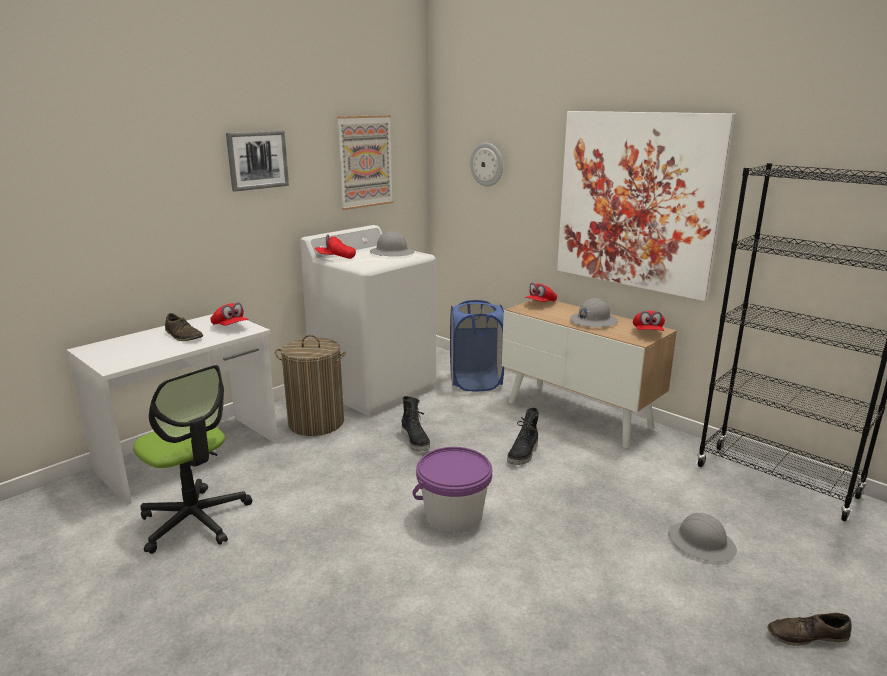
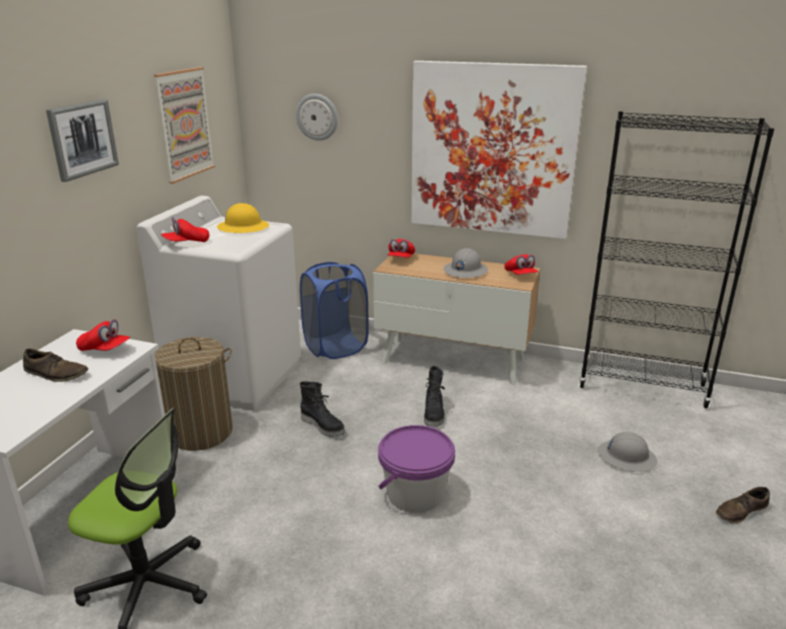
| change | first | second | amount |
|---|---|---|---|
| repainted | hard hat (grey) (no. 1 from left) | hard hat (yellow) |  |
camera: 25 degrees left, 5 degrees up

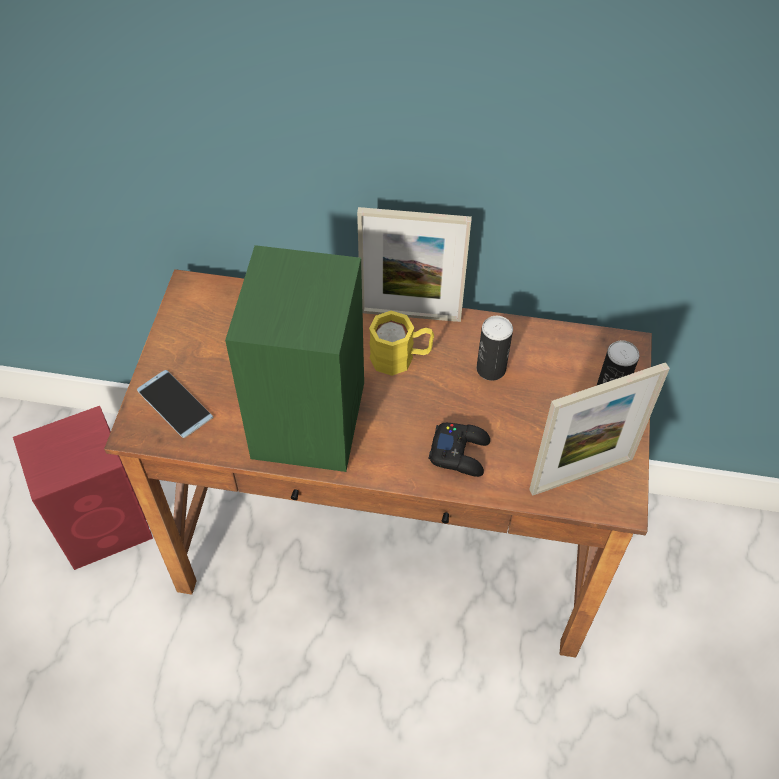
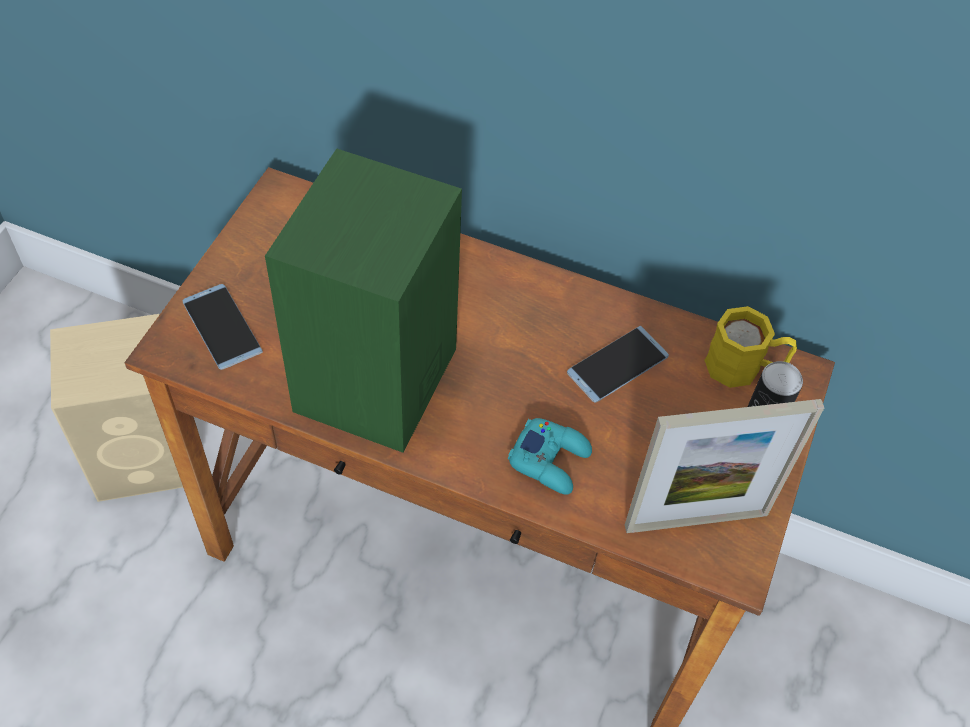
| change | first | second | amount |
|---|---|---|---|
| gone | picture frame (no. 1 from left) |  |  |
| shifted | tea mug (yellow) |  |  |
| swapped | sealed can (no. 1 from left) | telephone (no. 2 from left) |  |
| repainted | speaker (reddish) | speaker (beige-coloured) |  |
| repainted | joypad (black) | joypad (turquoise) |  |
camera: 10 degrees right, 0 degrees up

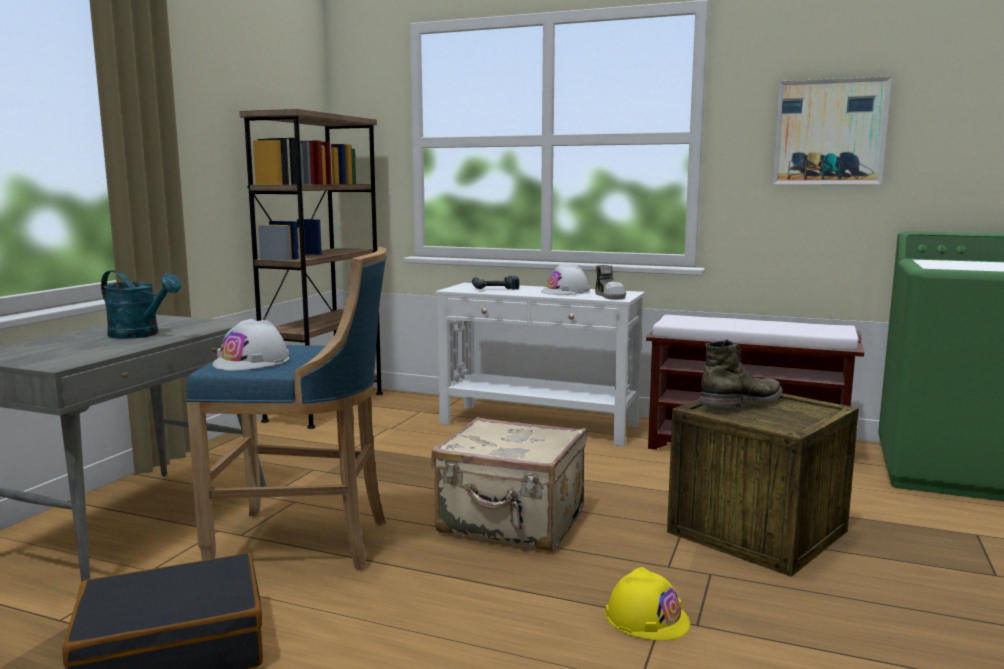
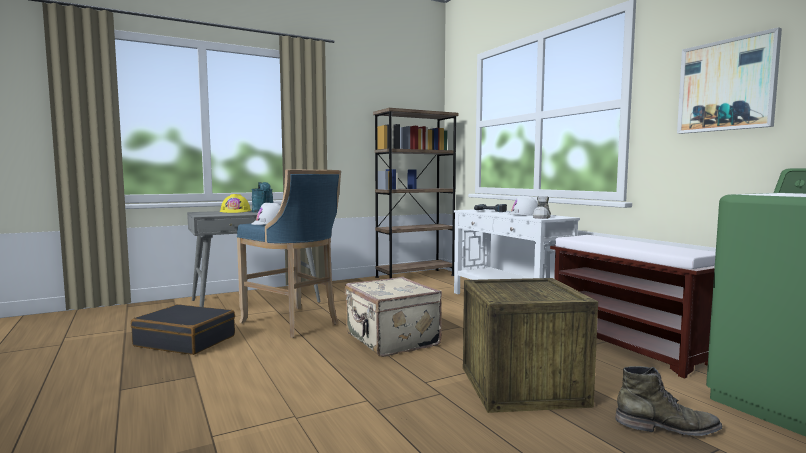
| change | first | second | amount |
|---|---|---|---|
| shifted | hard hat (yellow) |  |  |
| shifted | tall boot (greenish) |  |  |
camera: 40 degrees right, 5 degrees down

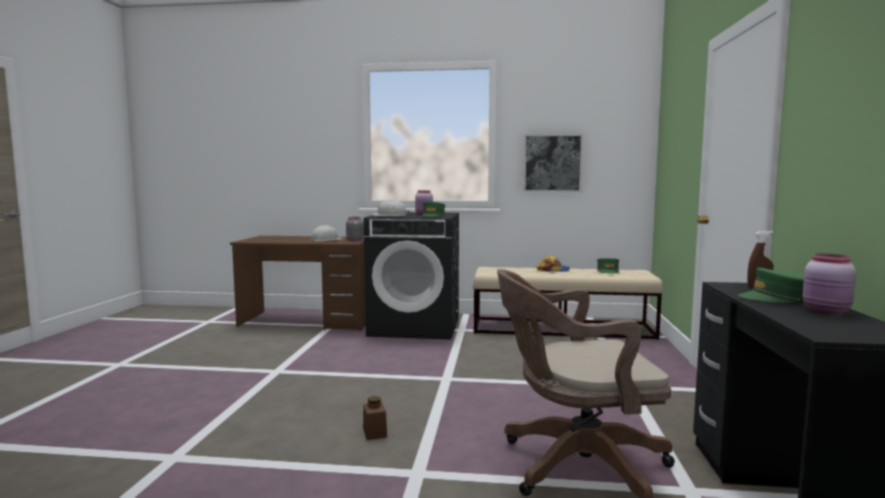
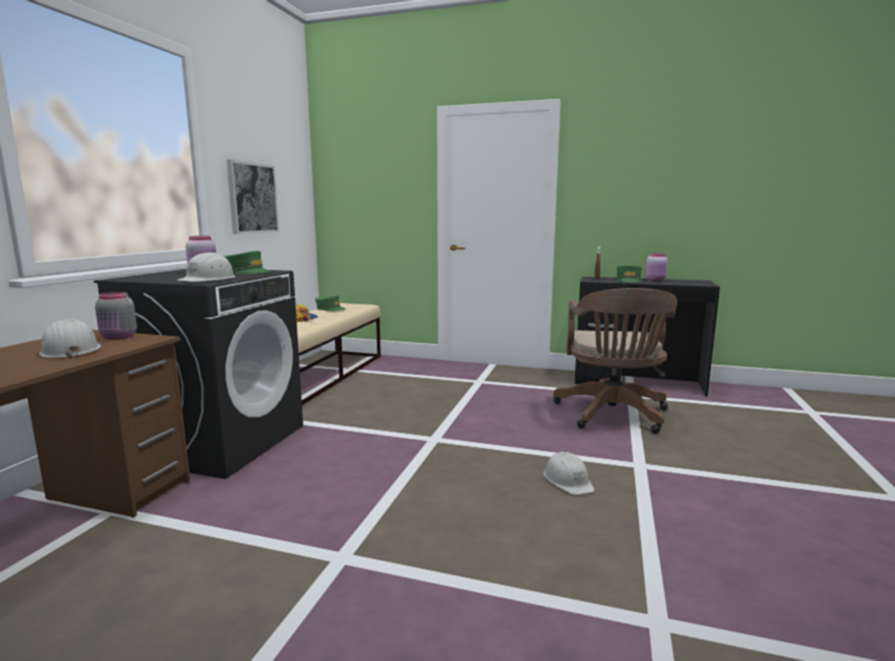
| change | first | second | amount |
|---|---|---|---|
| swapped | jar (brown) | hard hat (white-coloured) (no. 3 from left) |  |
camera: 80 degrees left, 5 degrees up

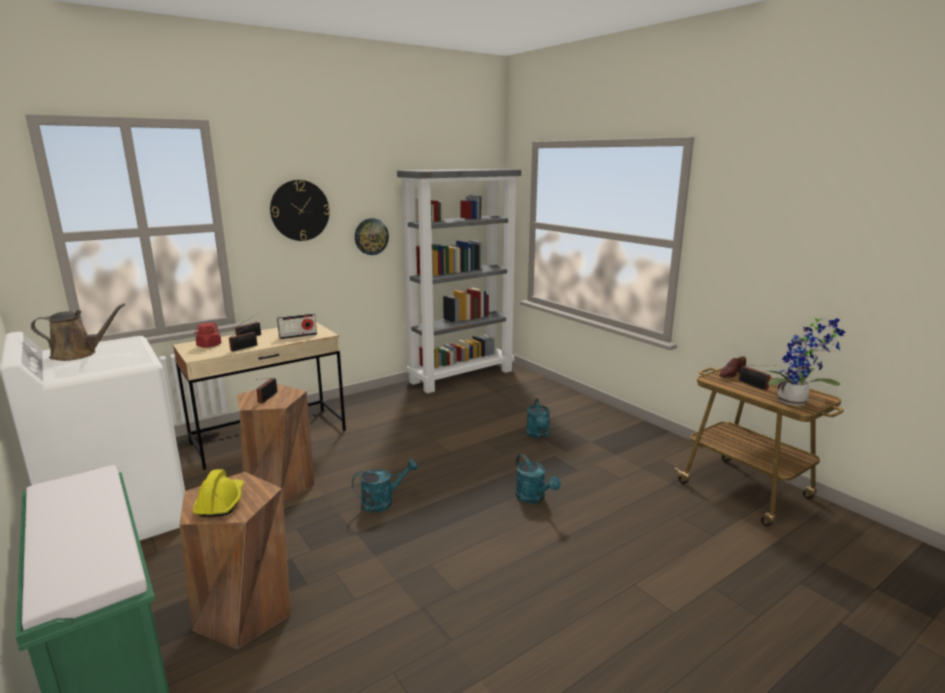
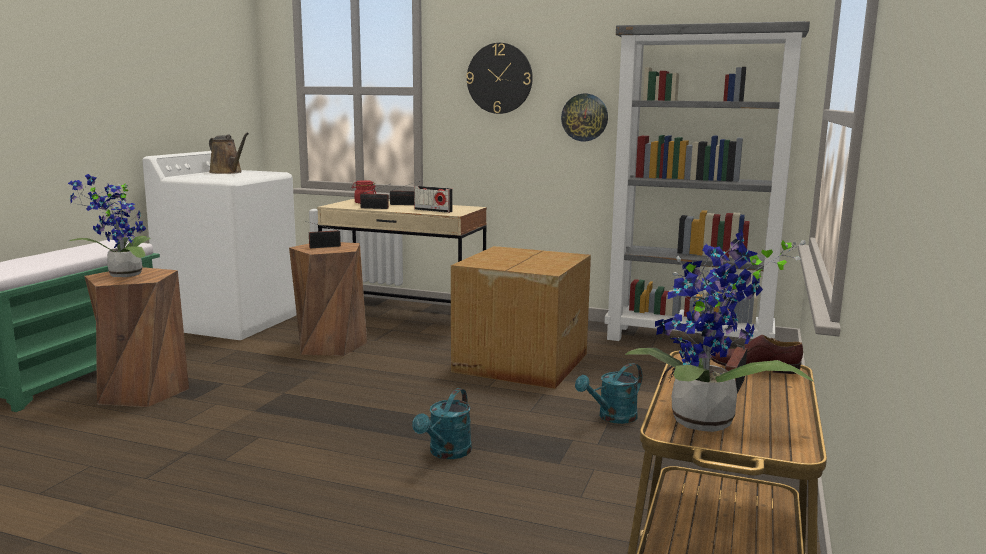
| change | first | second | amount |
|---|---|---|---|
| gone | watering pot (turquoise) (no. 1 from left) |  |  |
| new |  | carton |  |
| swapped | hard hat (yellow) | plant in a pot (no. 1 from left) |  |
camera: 55 degrees right, 5 degrees down

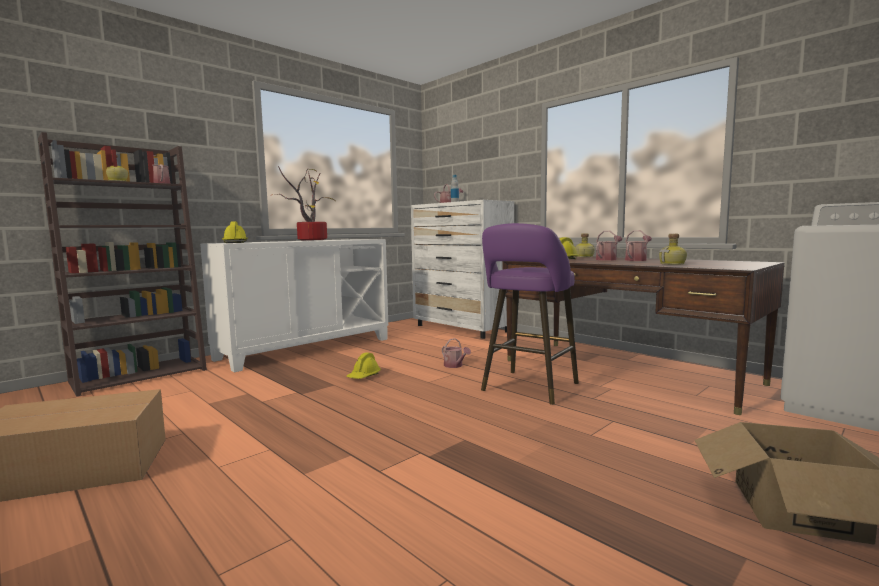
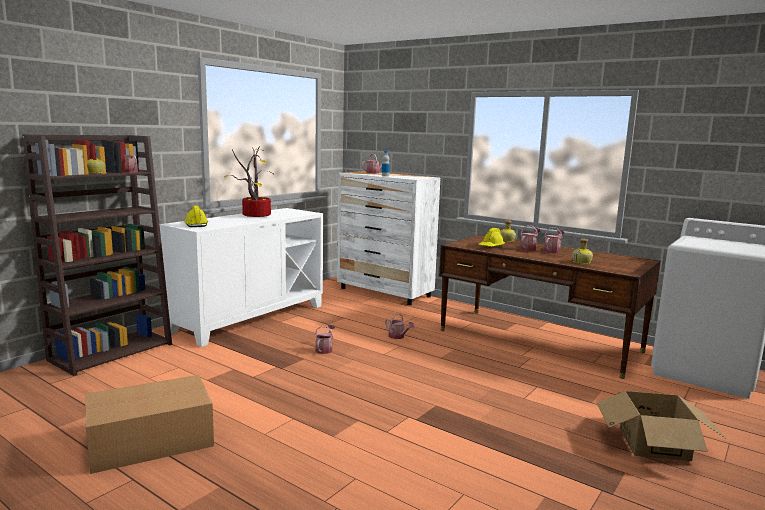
| change | first | second | amount |
|---|---|---|---|
| gone | stool (purple) |  |  |
| swapped | hard hat (yellow) (no. 2 from left) | watering pot (no. 2 from left) |  |
camera: 10 degrees left, 5 degrees up

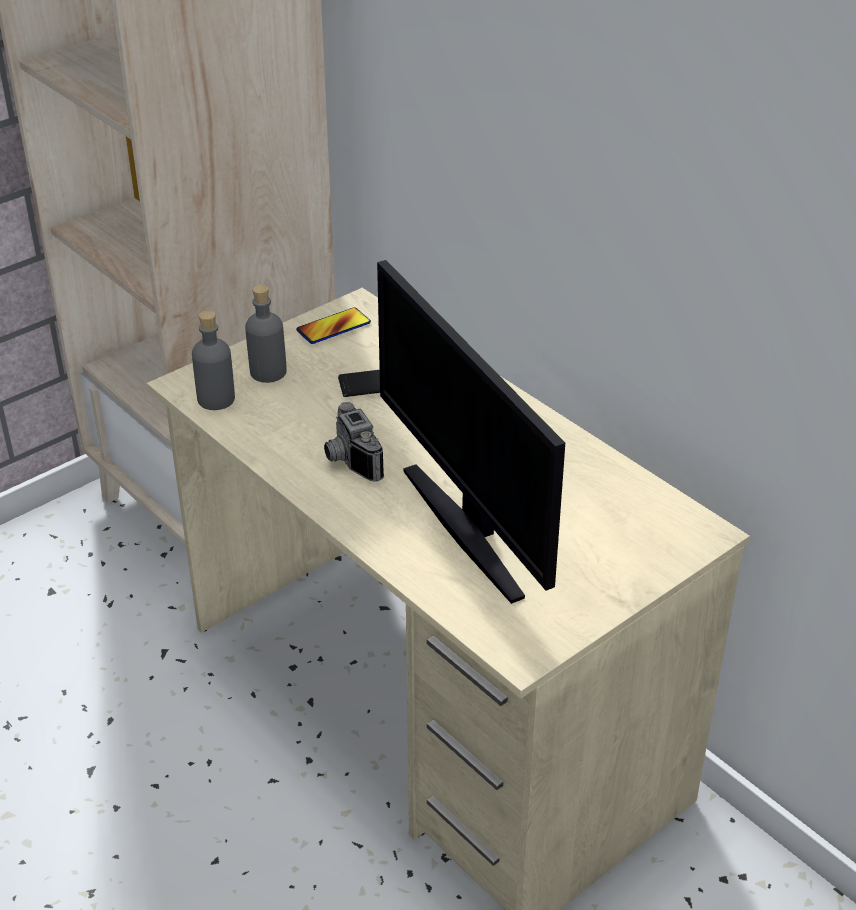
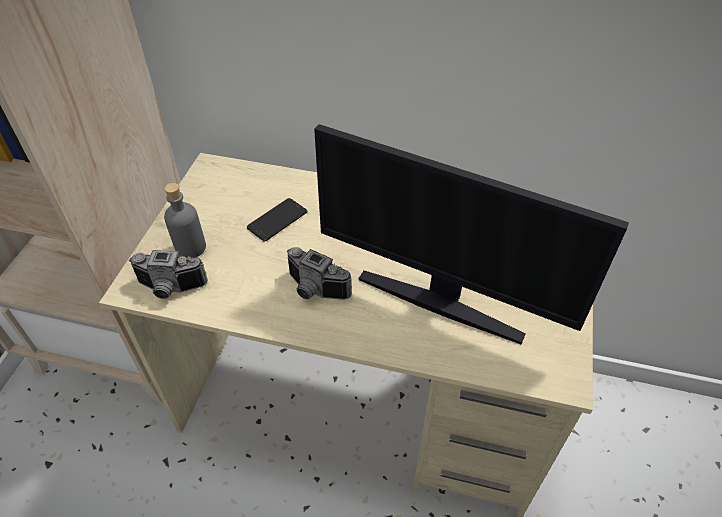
| change | first | second | amount |
|---|---|---|---|
| gone | telephone (no. 1 from left) |  |  |
| swapped | beverage bottle (grey) (no. 1 from left) | photo camera (no. 1 from left) |  |
camera: 35 degrees left, 10 degrees up

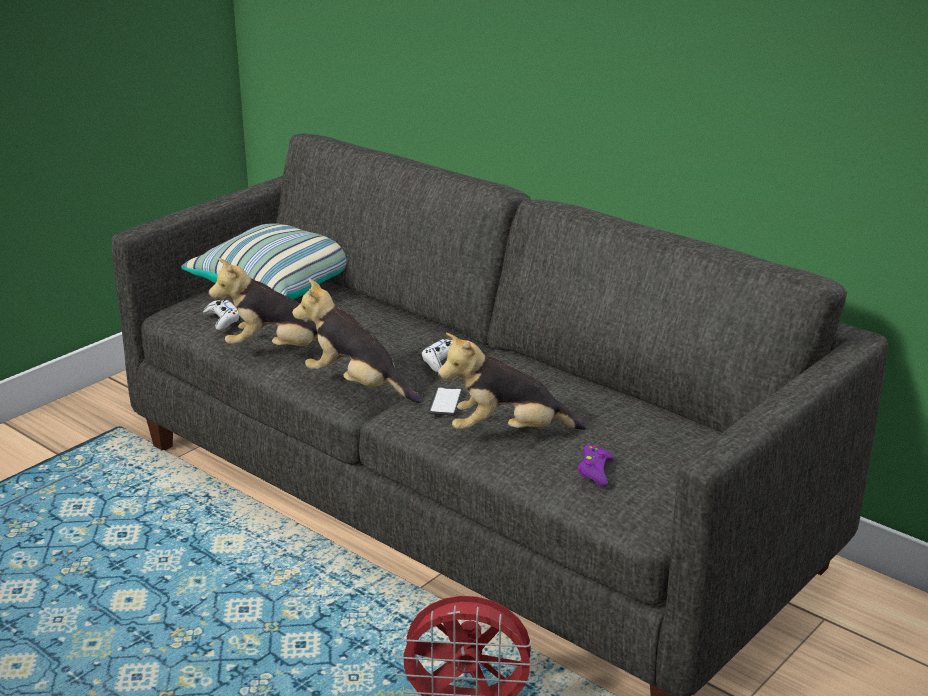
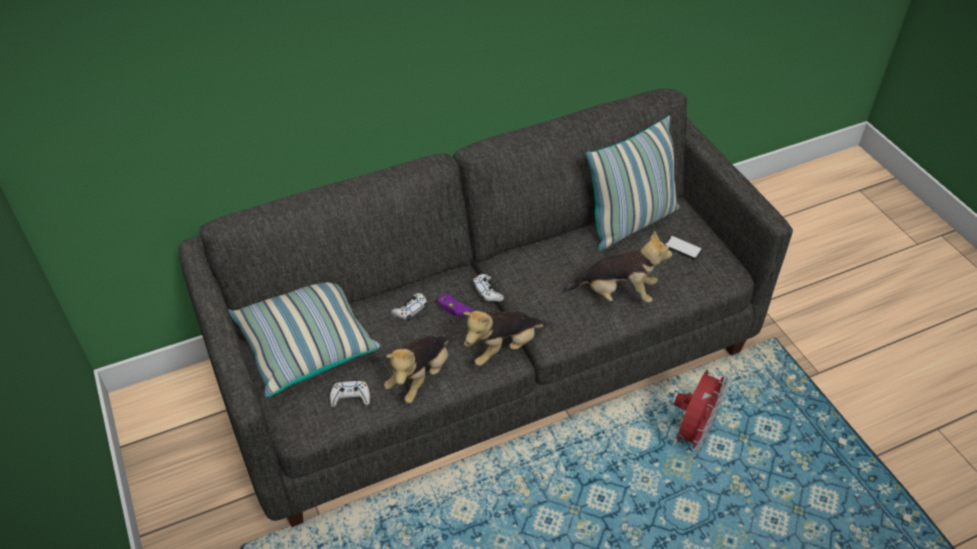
| change | first | second | amount |
|---|---|---|---|
| new |  | joypad (white-coloured) (no. 2 from left) |  |
| new |  | cushion (no. 2 from left) |  |
| shifted | telephone |  |  |
| shifted | joypad (purple) |  |  |
| rotated | cuddly toy (no. 3 from left) |  | 105 degrees counterclockwise |
camera: 65 degrees left, 20 degrees up

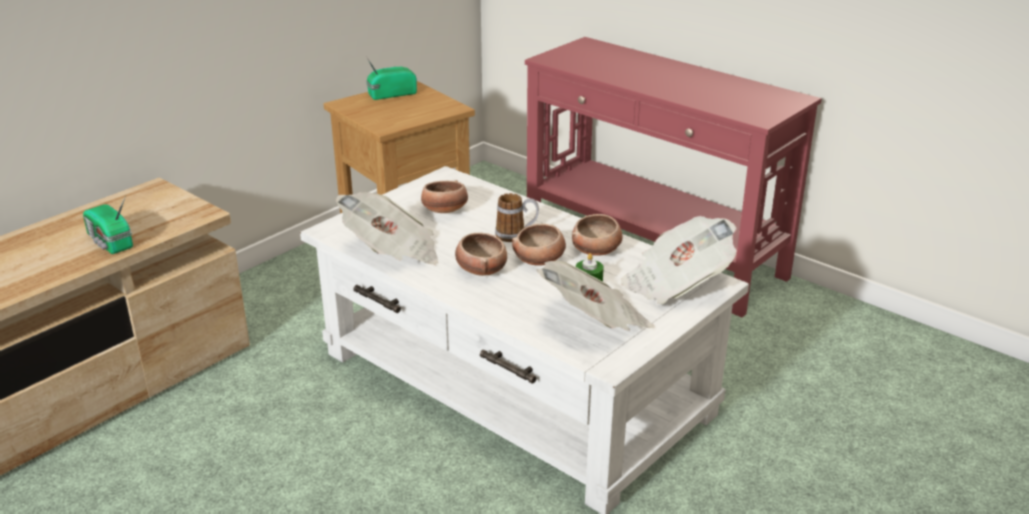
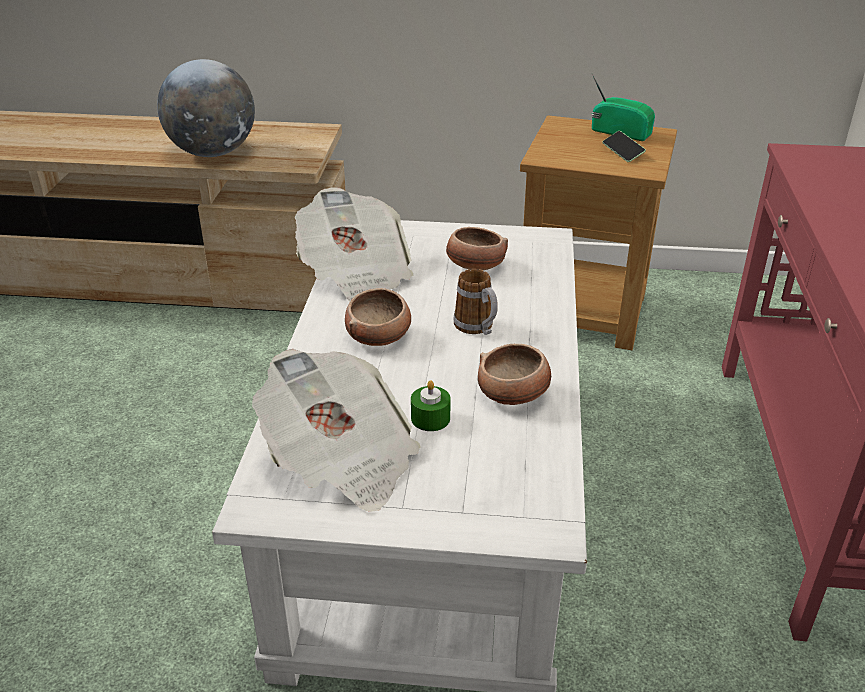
| change | first | second | amount |
|---|---|---|---|
| gone | deep dish (no. 3 from left) |  |  |
| gone | printed paper (no. 3 from left) |  |  |
| new |  | telephone |  |
| swapped | radio set (no. 1 from left) | desk globe |  |
camera: 55 degrees right, 5 degrees up

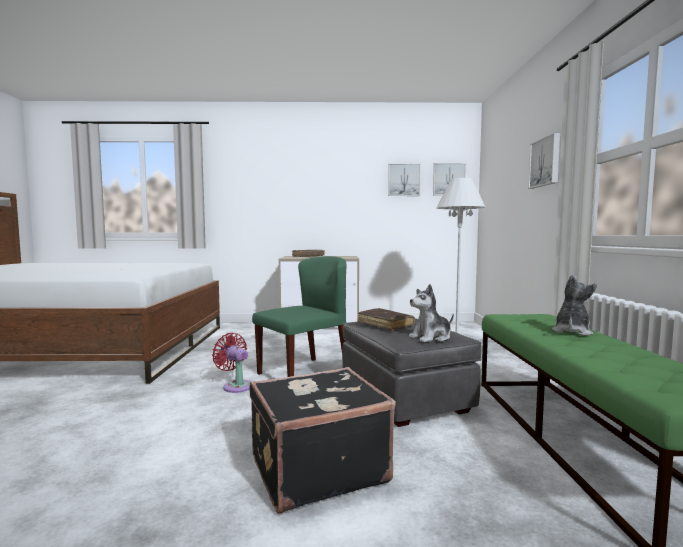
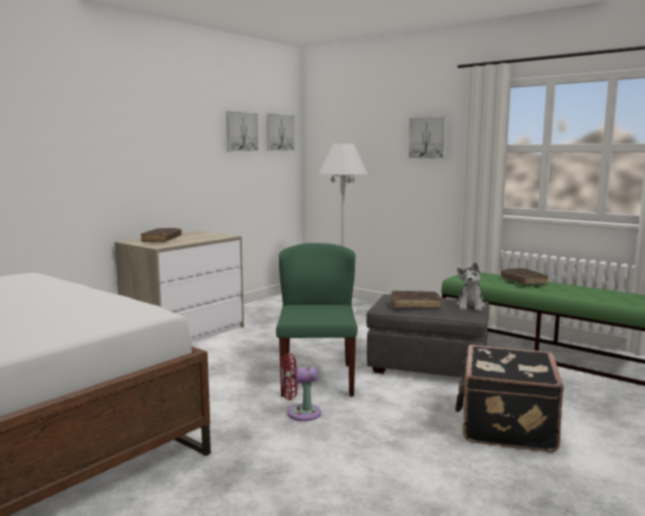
| change | first | second | amount |
|---|---|---|---|
| swapped | cuddly toy (no. 2 from left) | volume (brown) (no. 3 from left) |  |
camera: 50 degrees left, 5 degrees up

